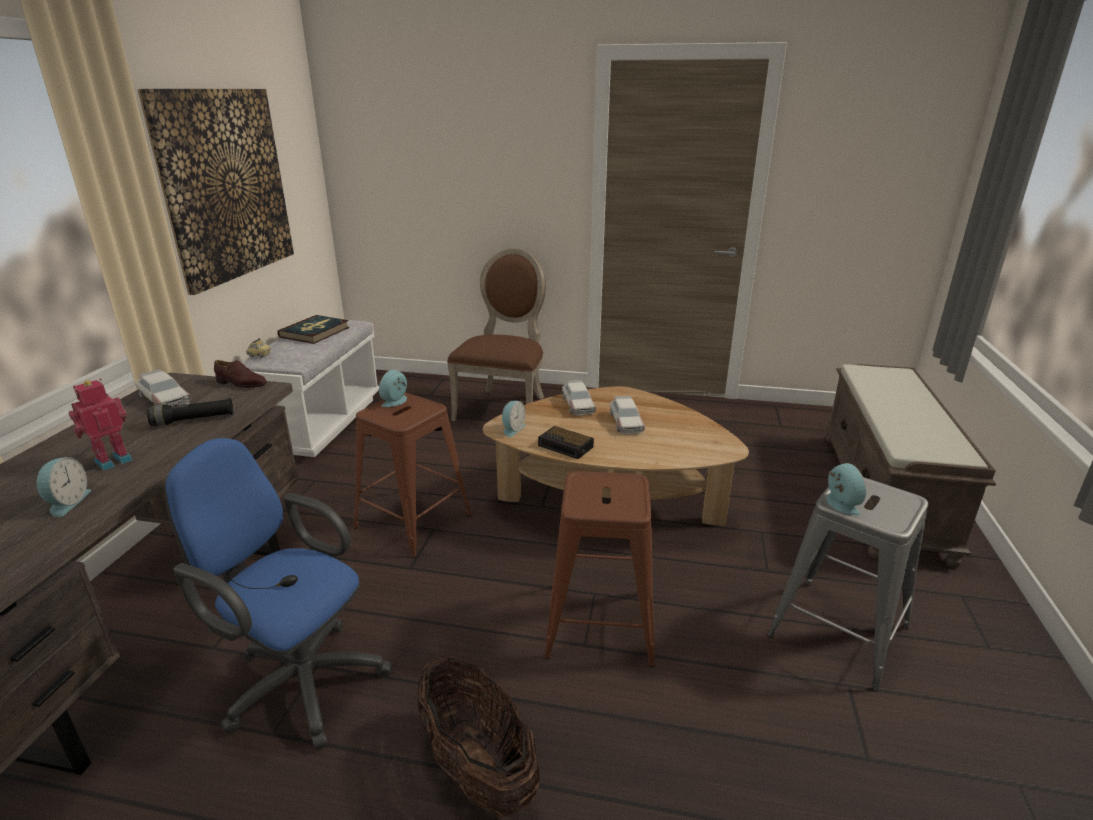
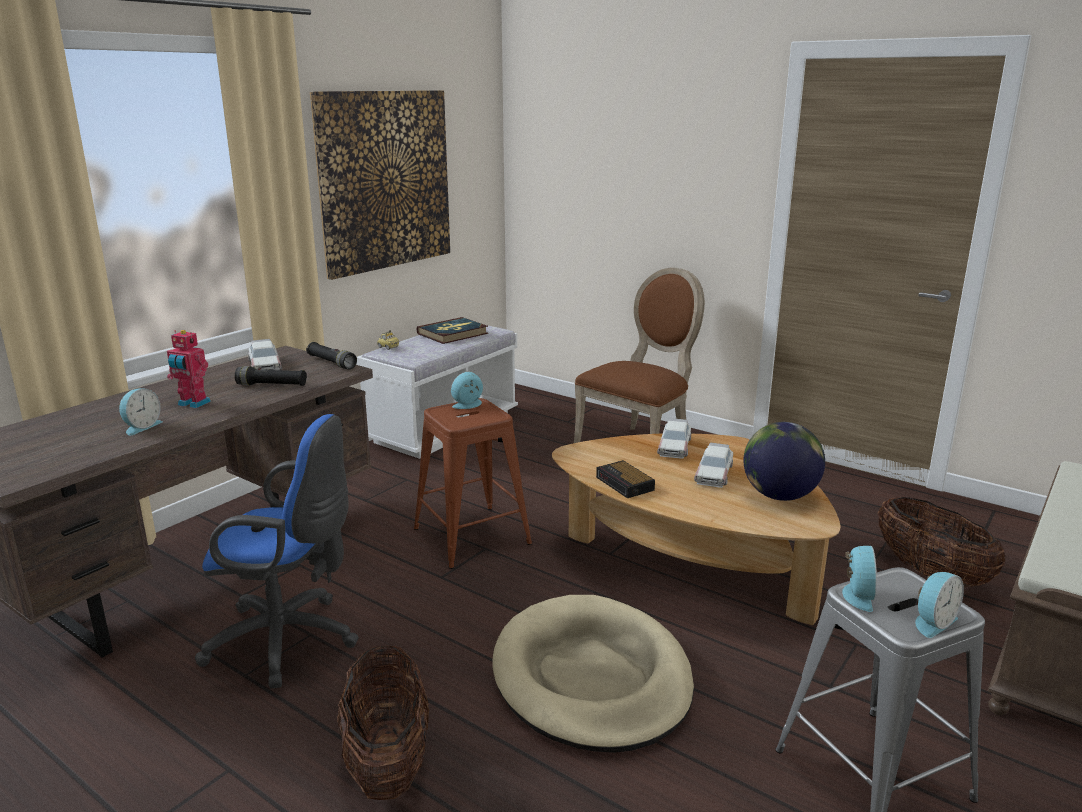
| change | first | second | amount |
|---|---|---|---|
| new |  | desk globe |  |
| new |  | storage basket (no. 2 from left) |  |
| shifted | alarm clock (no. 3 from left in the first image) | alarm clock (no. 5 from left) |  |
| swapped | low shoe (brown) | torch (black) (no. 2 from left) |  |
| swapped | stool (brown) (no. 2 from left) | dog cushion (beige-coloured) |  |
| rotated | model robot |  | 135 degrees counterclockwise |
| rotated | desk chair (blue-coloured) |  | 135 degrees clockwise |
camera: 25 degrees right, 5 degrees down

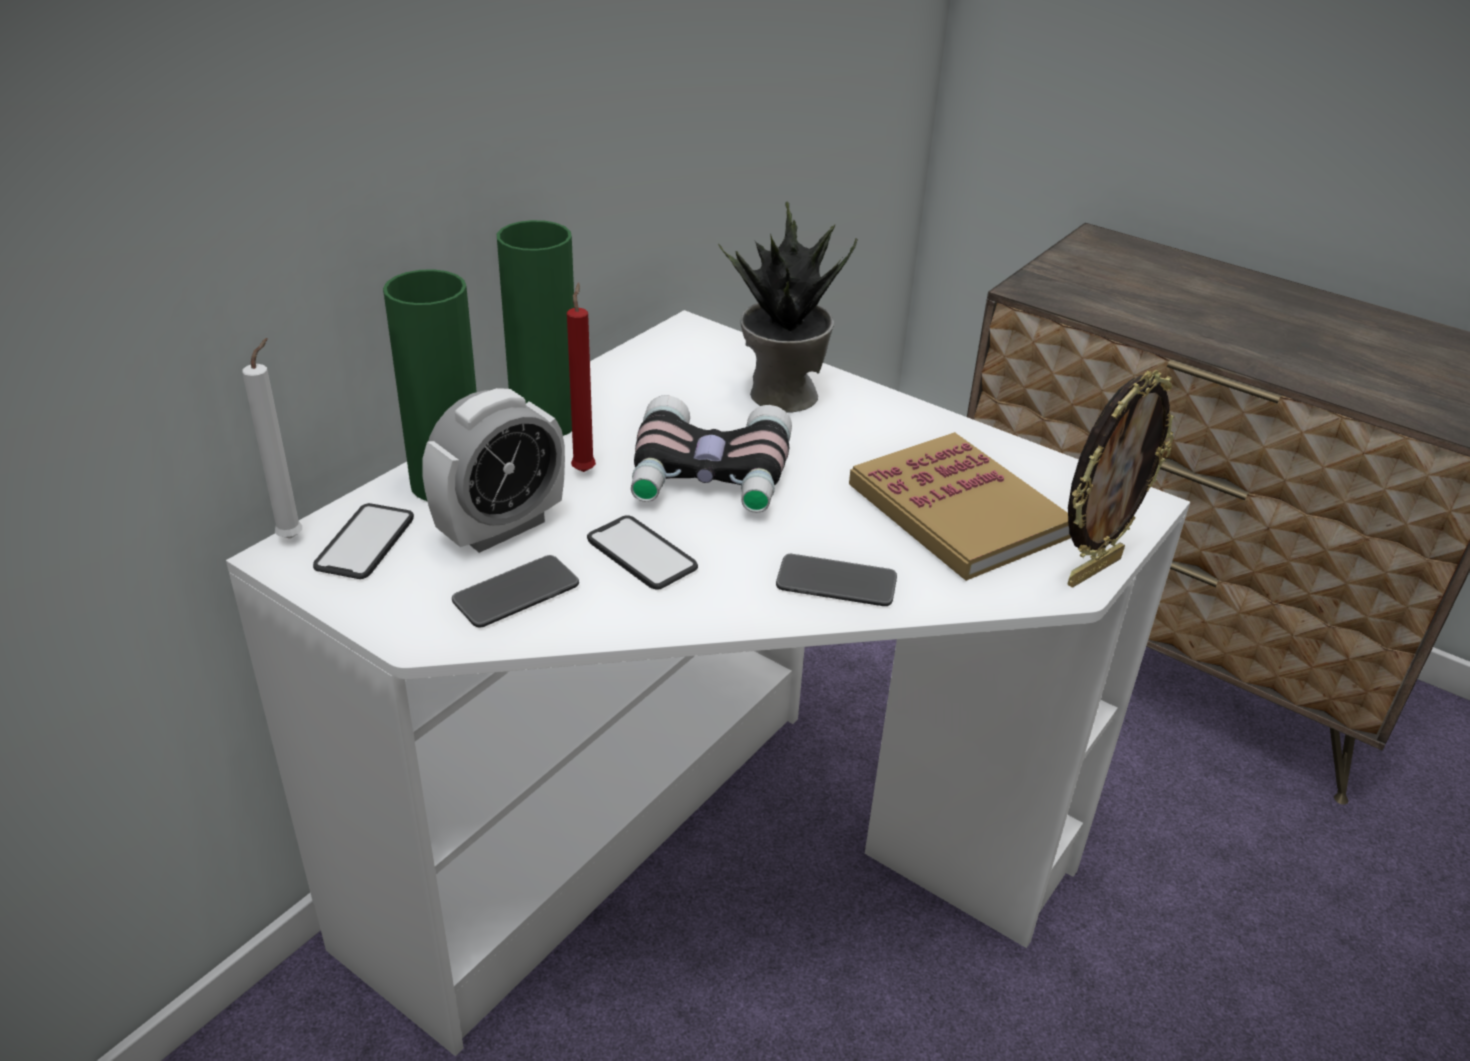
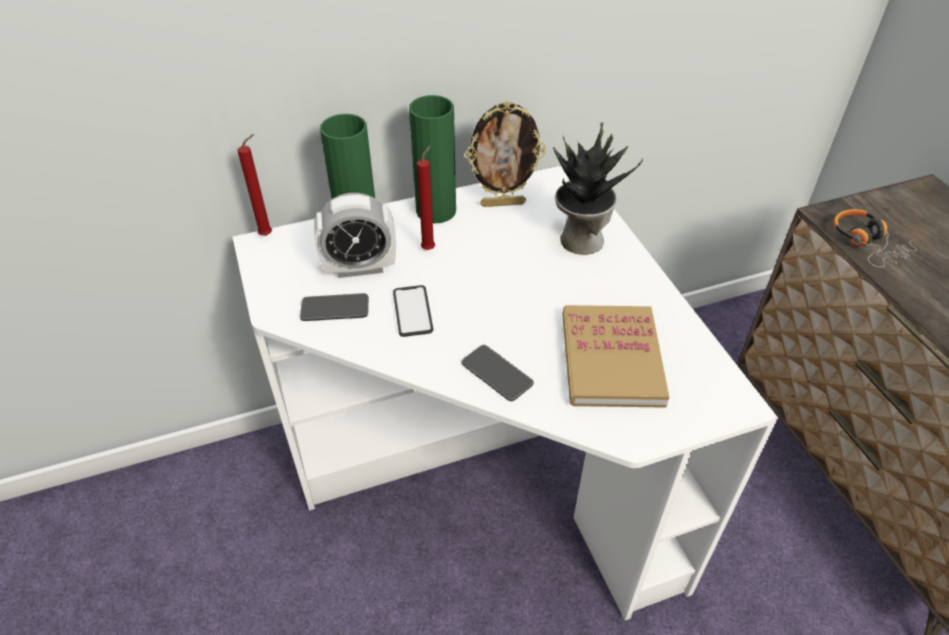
| change | first | second | amount |
|---|---|---|---|
| gone | telephone (no. 1 from left) |  |  |
| gone | field glasses |  |  |
| new |  | headset |  |
| shifted | picture frame |  |  |
| repainted | wax light (white-coloured) | wax light (reddish) (no. 1 from left) |  |
camera: 35 degrees right, 10 degrees up

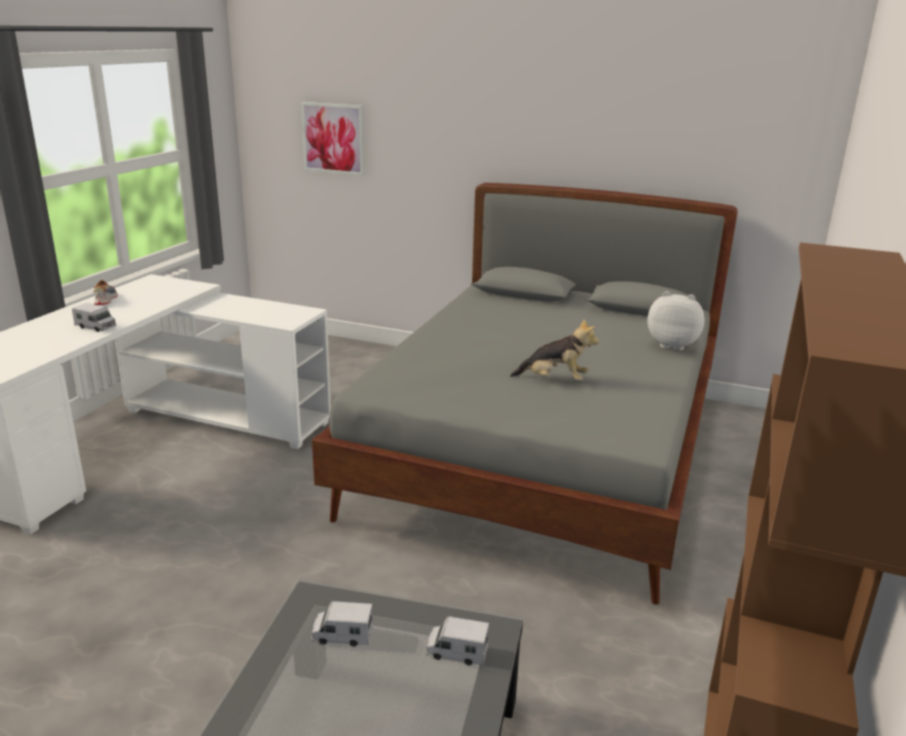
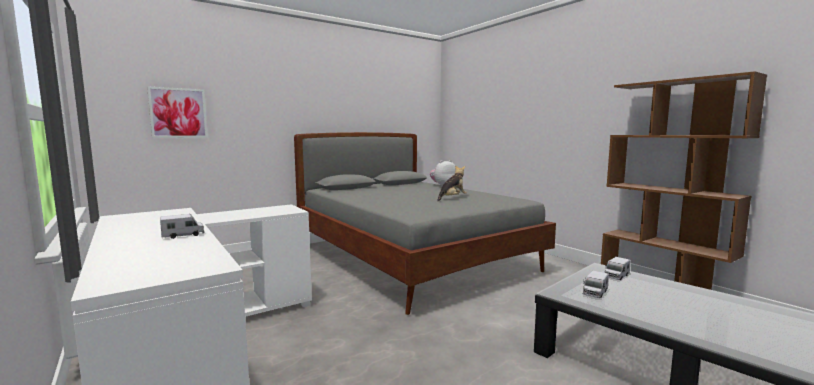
| change | first | second | amount |
|---|---|---|---|
| gone | low shoe |  |  |
camera: 55 degrees left, 15 degrees down

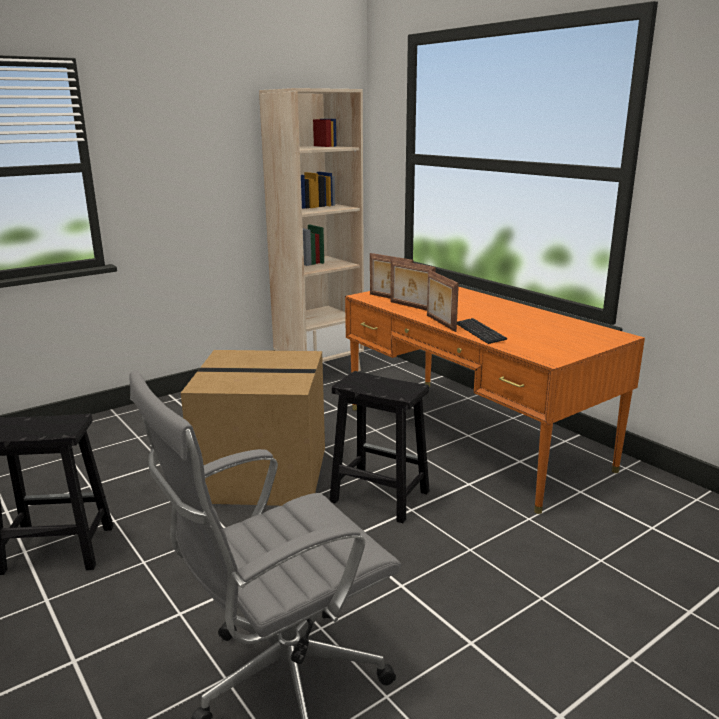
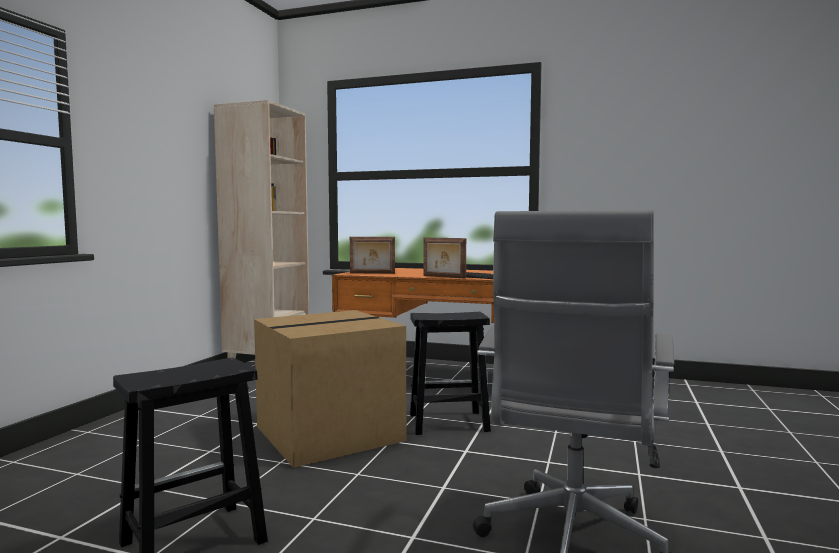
| change | first | second | amount |
|---|---|---|---|
| gone | picture frame (no. 2 from left) |  |  |
camera: 35 degrees left, 15 degrees down

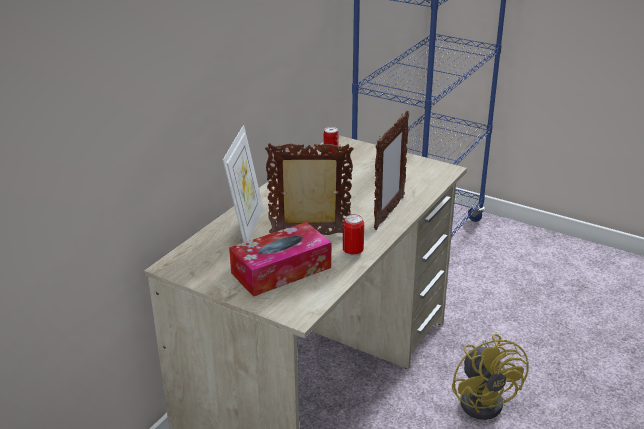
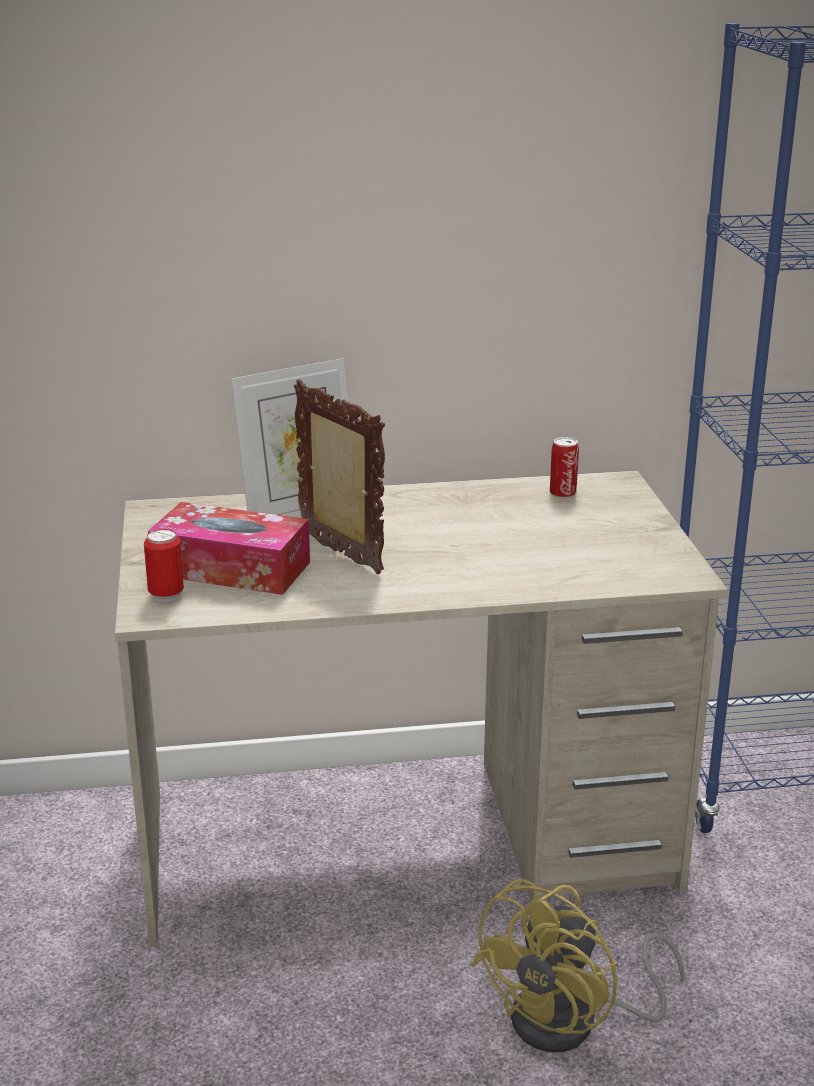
| change | first | second | amount |
|---|---|---|---|
| gone | picture frame (no. 3 from left) |  |  |
| shifted | sealed can (no. 2 from left in the first image) | sealed can (no. 1 from left) |  |
camera: 50 degrees right, 5 degrees down

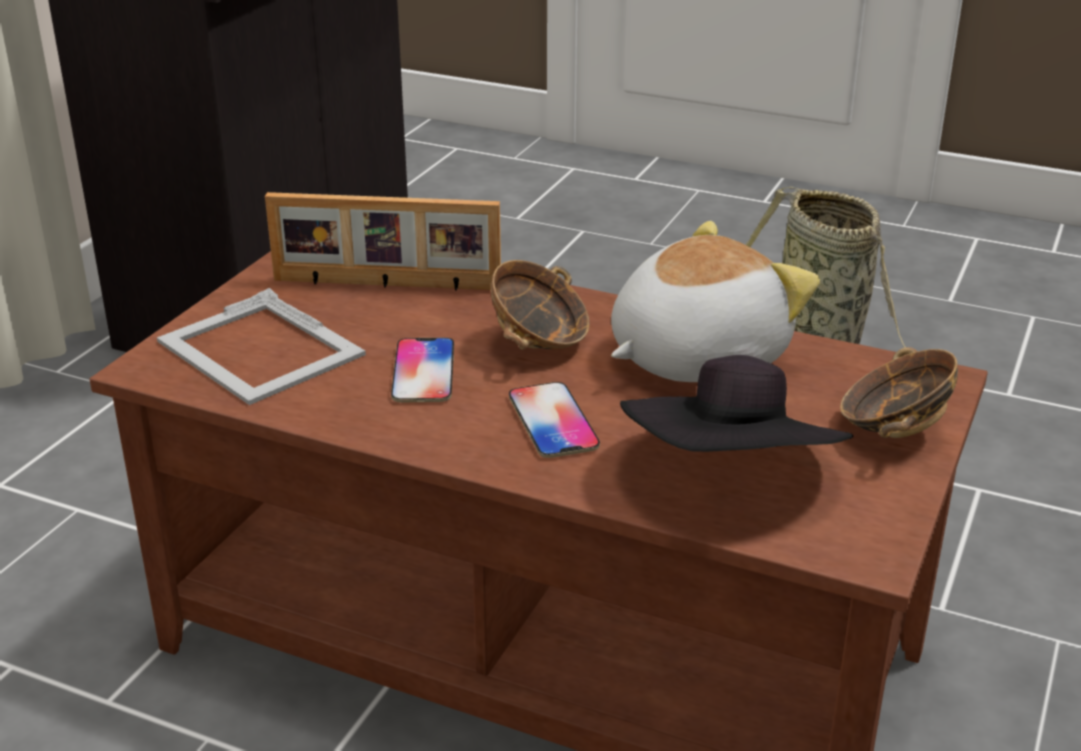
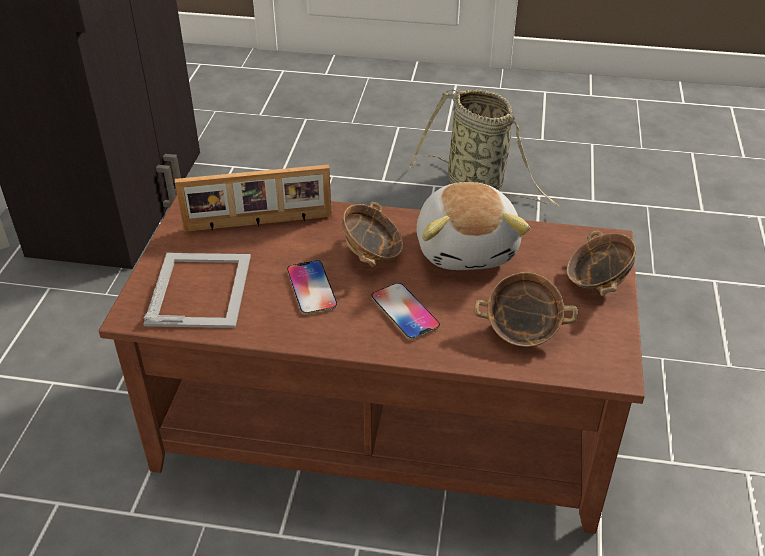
| change | first | second | amount |
|---|---|---|---|
| swapped | clothing hat (black) | deep dish (no. 2 from left) |  |
| rotated | picture frame (no. 1 from left) |  | 120 degrees counterclockwise |
| rotated | cuddly toy |  | 135 degrees clockwise |
camera: 15 degrees left, 10 degrees up

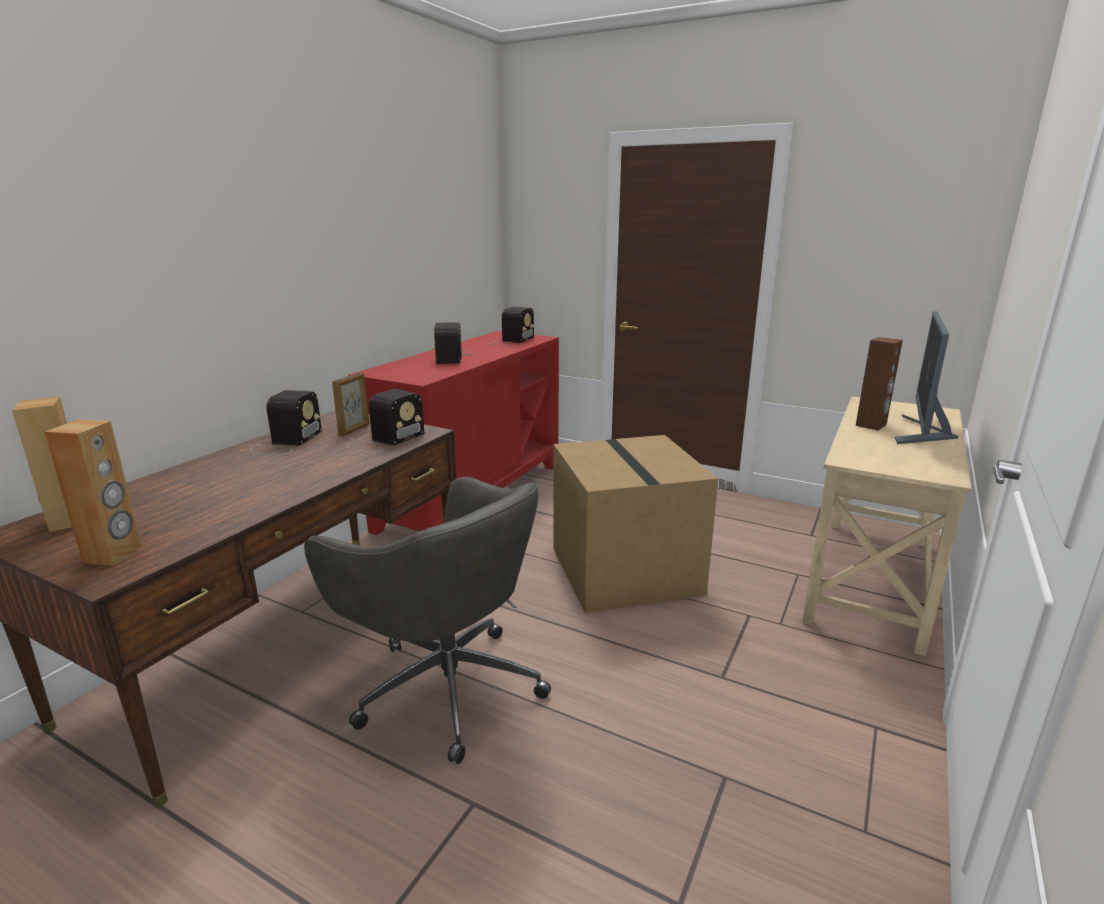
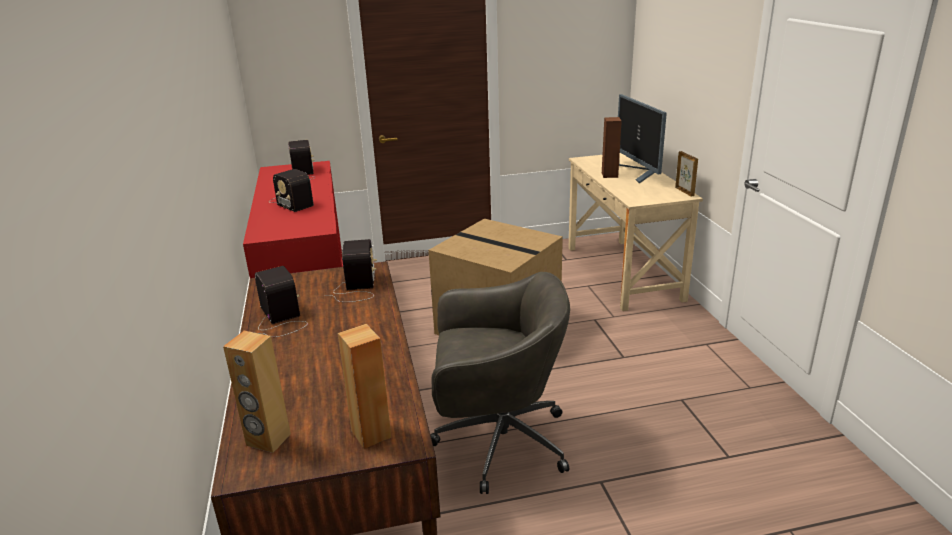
| change | first | second | amount |
|---|---|---|---|
| shifted | picture frame |  |  |
camera: 40 degrees left, 5 degrees up

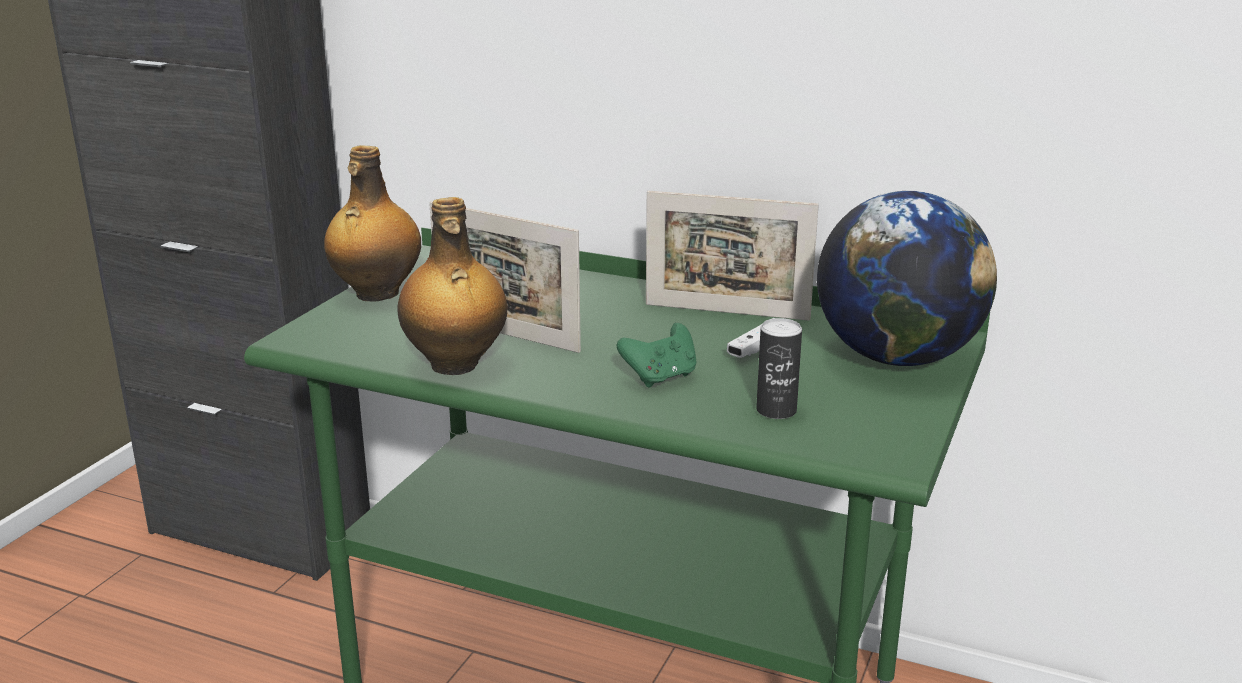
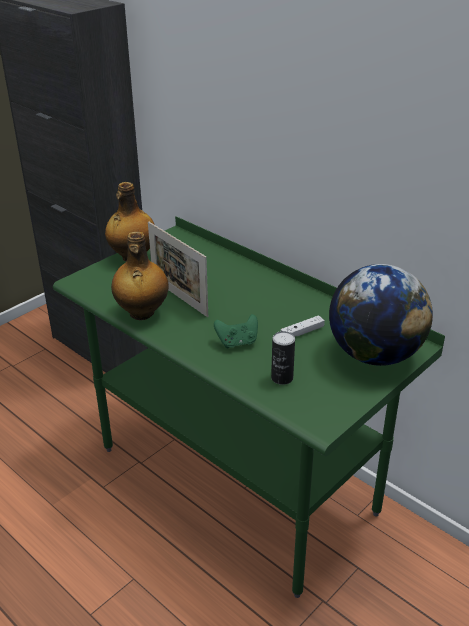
| change | first | second | amount |
|---|---|---|---|
| gone | picture frame (no. 2 from left) |  |  |
camera: 20 degrees right, 10 degrees up

